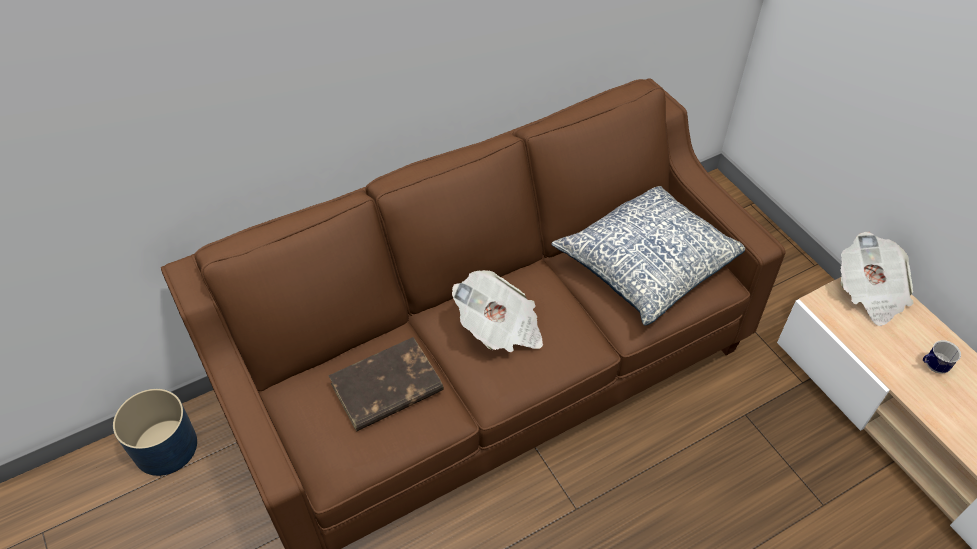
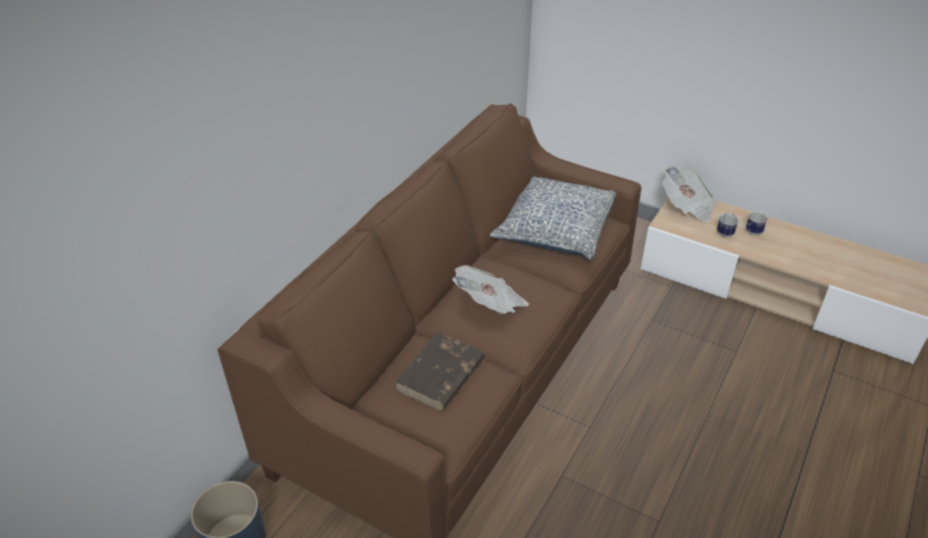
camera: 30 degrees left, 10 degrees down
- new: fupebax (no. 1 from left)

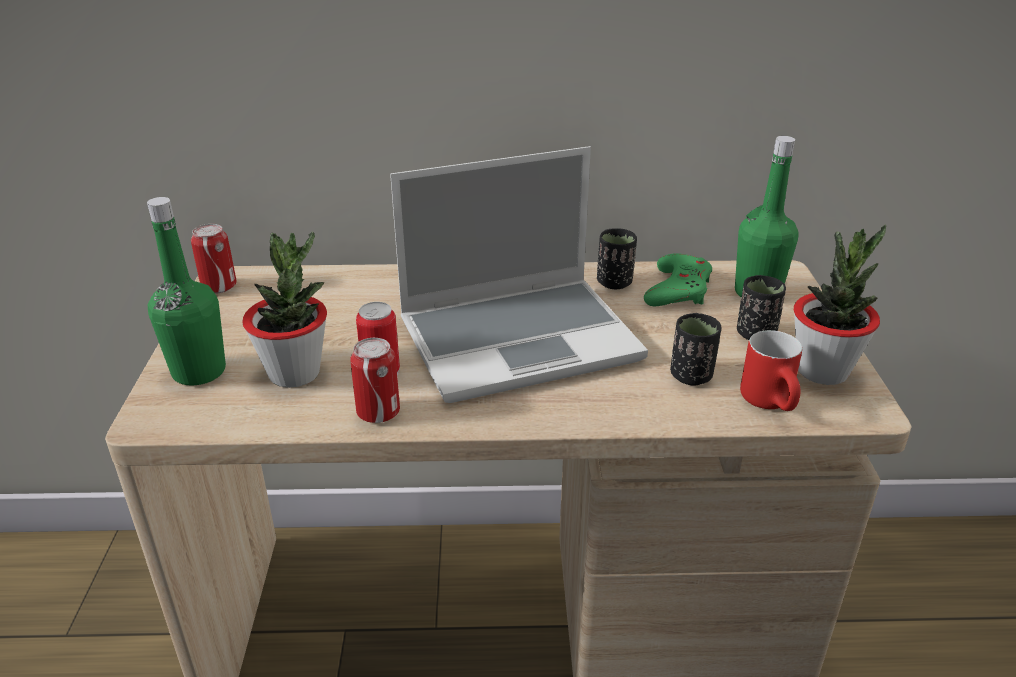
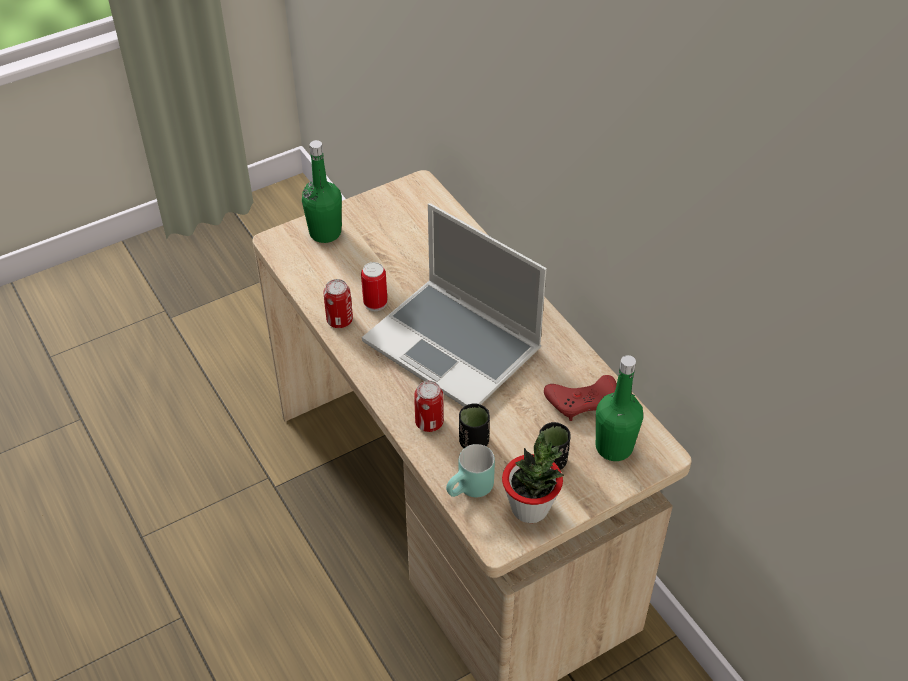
camera: 60 degrees right, 15 degrees up
- shifted: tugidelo (no. 1 from left in the first image) to tugidelo (no. 3 from left)
- repainted: red fupebax to turquoise fupebax
- repainted: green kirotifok to red kirotifok
- gone: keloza (no. 1 from left)
- gone: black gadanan (no. 1 from left)

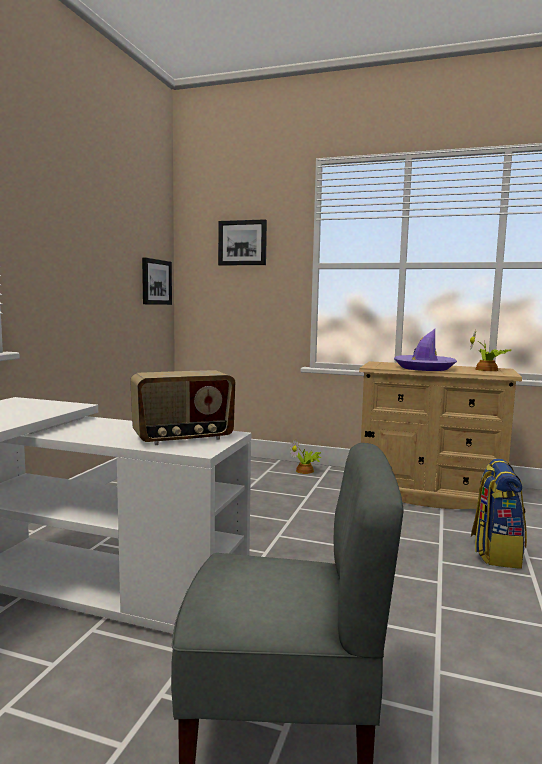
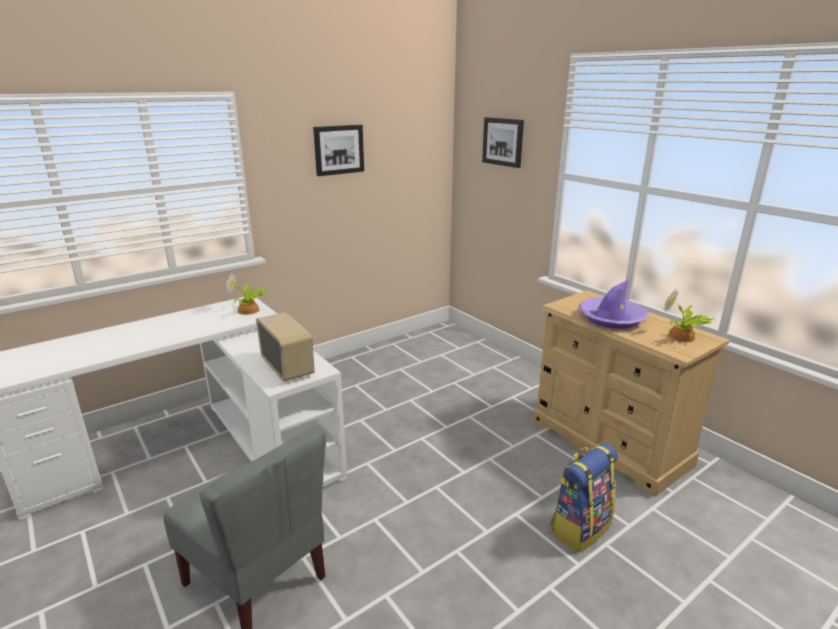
camera: 35 degrees right, 15 degrees up
- shifted: keloza (no. 1 from left)
- rotated: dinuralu 135 degrees counterclockwise
- shifted: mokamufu (no. 1 from left)

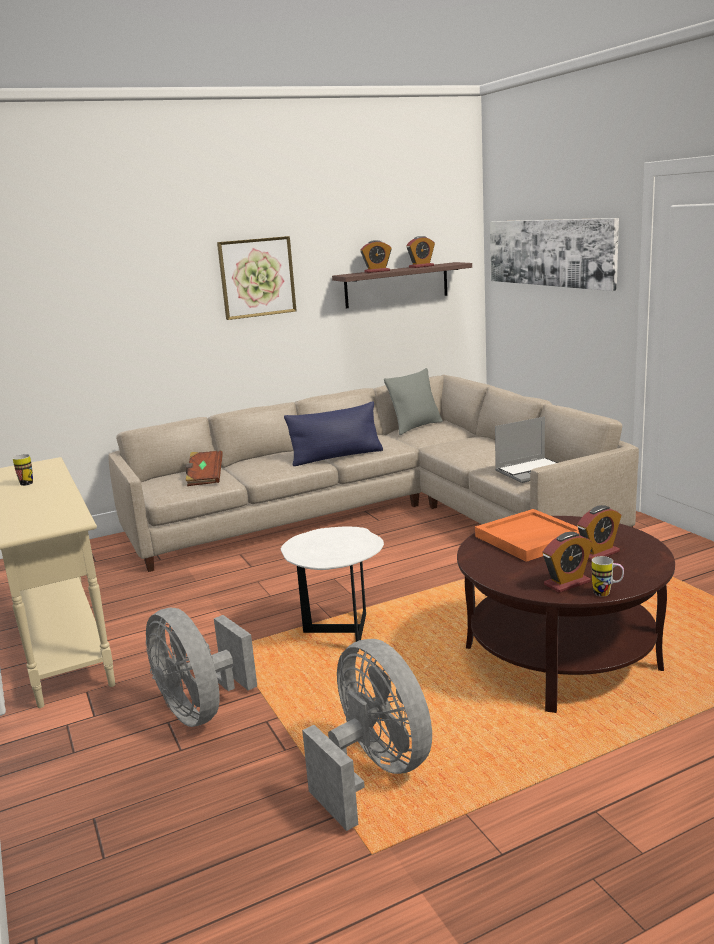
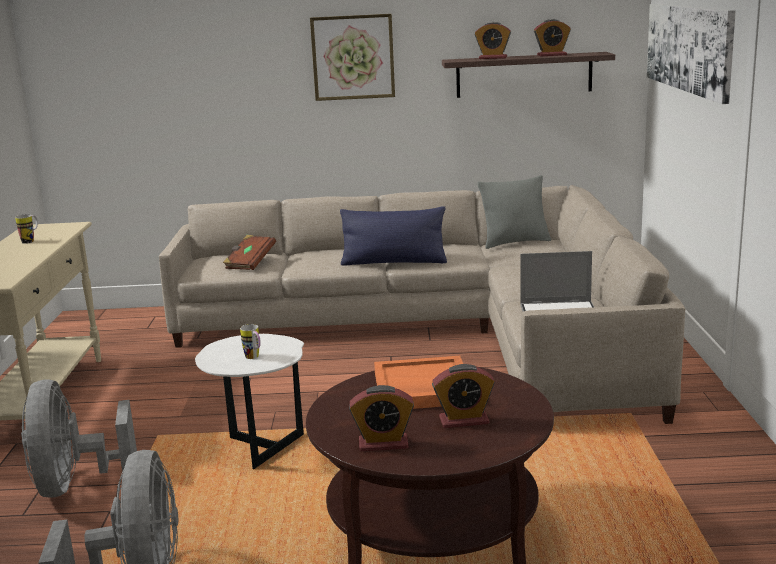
camera: 25 degrees right, 0 degrees up
- shifted: fupebax (no. 2 from left)

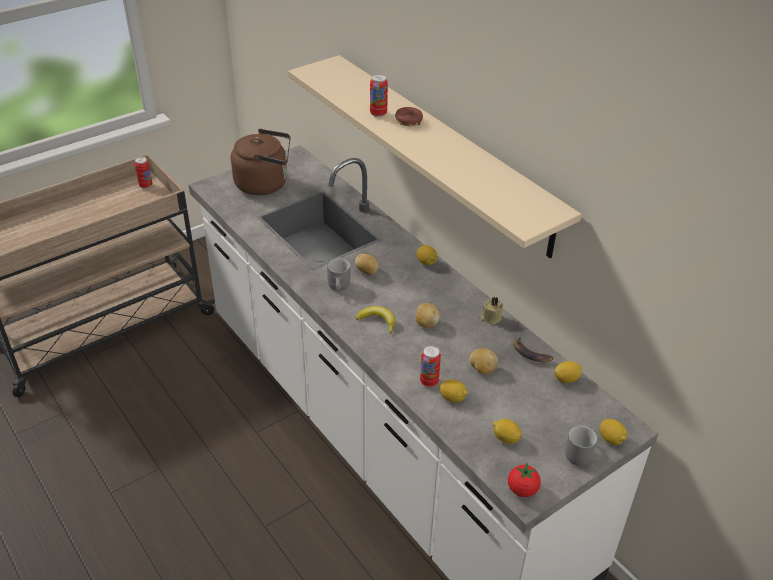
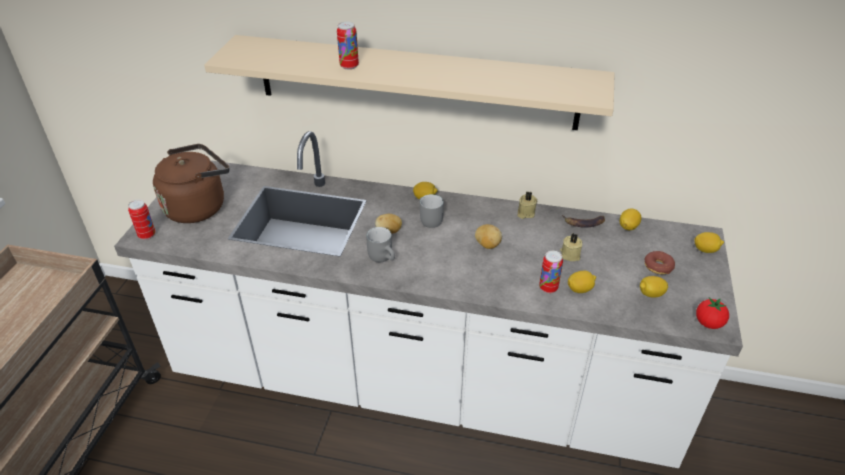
camera: 40 degrees left, 0 degrees up
- shifted: tugidelo (no. 1 from left)
- shifted: grey fupebax (no. 2 from left)
- swapped: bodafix (no. 3 from left) to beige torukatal (no. 2 from left)
- shifted: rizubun
- gone: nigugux (no. 1 from left)

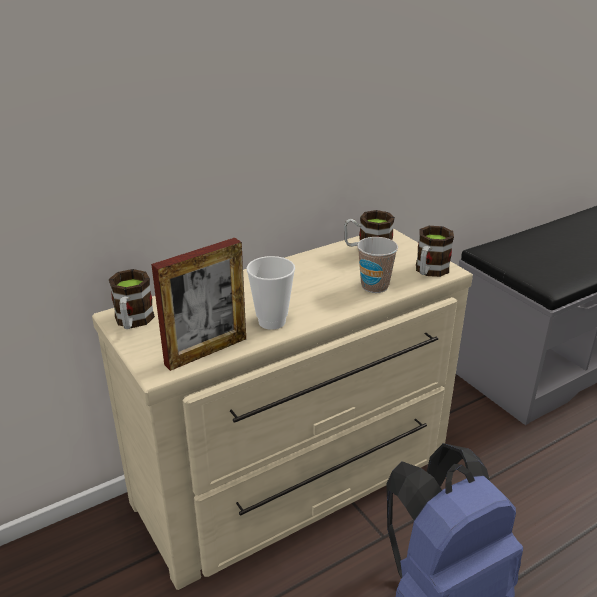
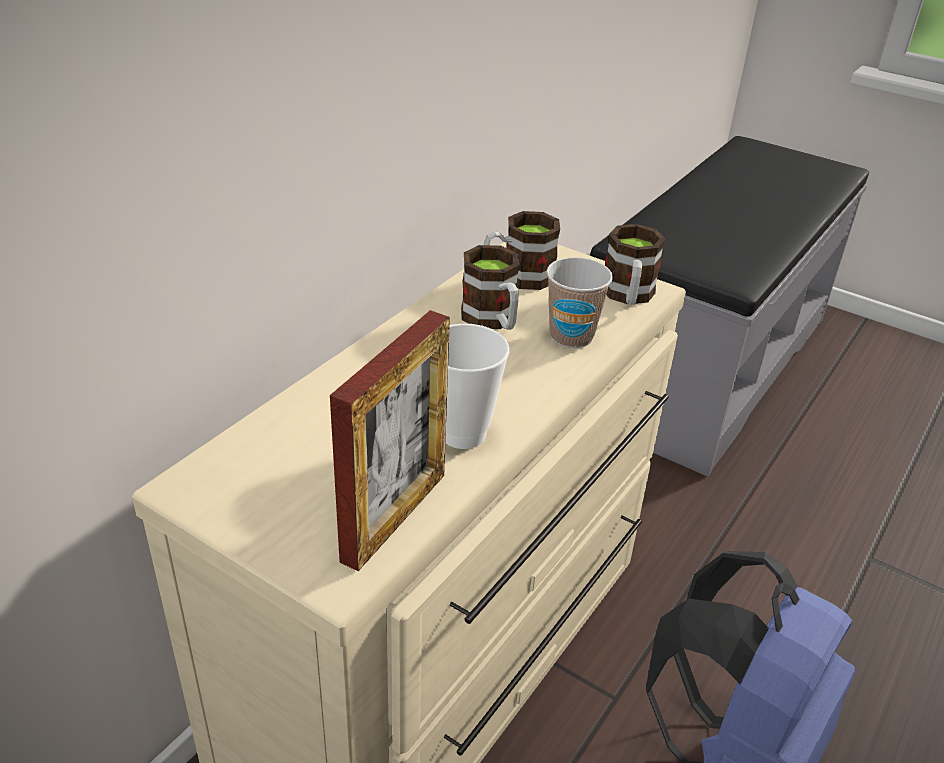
camera: 25 degrees left, 5 degrees up
- shifted: fupebax (no. 1 from left)

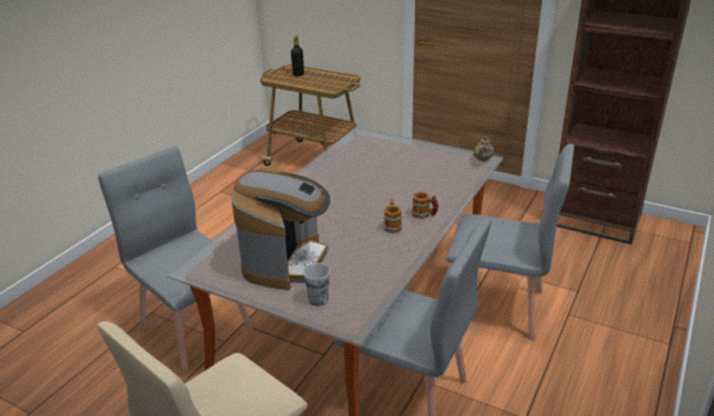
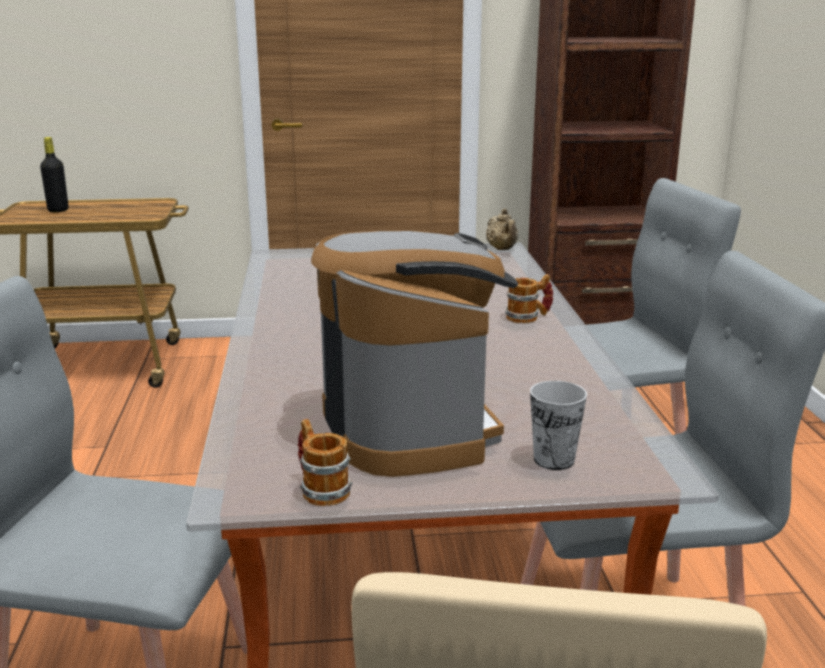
camera: 35 degrees left, 10 degrees down
- shifted: fupebax (no. 1 from left)

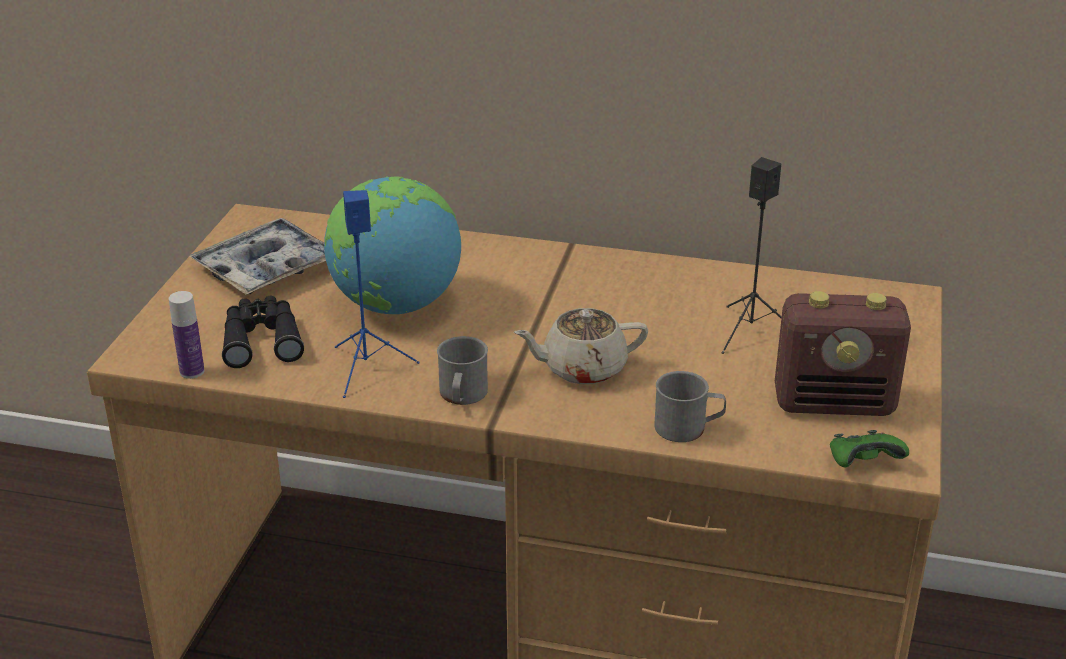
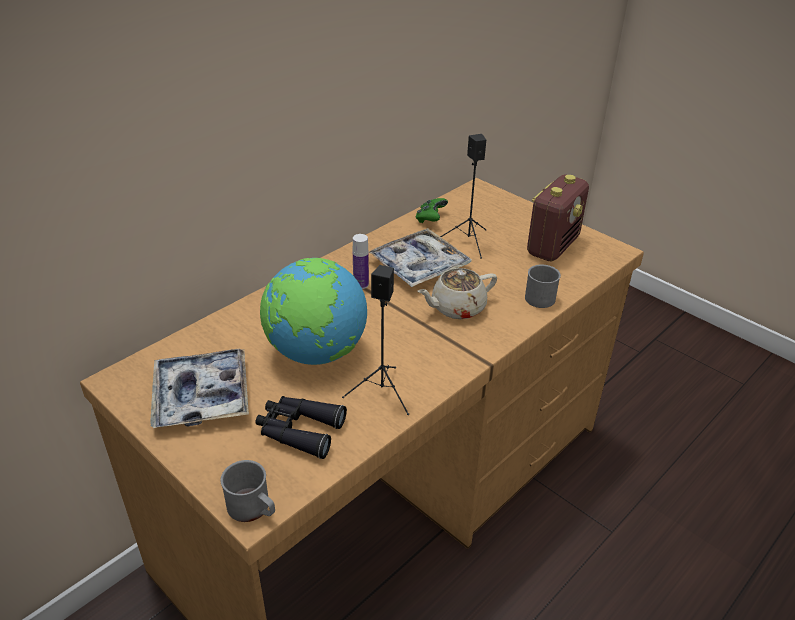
camera: 60 degrees left, 5 degrees up
- shifted: grey fupebax (no. 1 from left)
- repainted: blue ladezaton to black ladezaton (no. 1 from left)
- shifted: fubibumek
- new: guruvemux (no. 2 from left)
- shifted: green kirotifok
- rotated: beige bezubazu 45 degrees clockwise

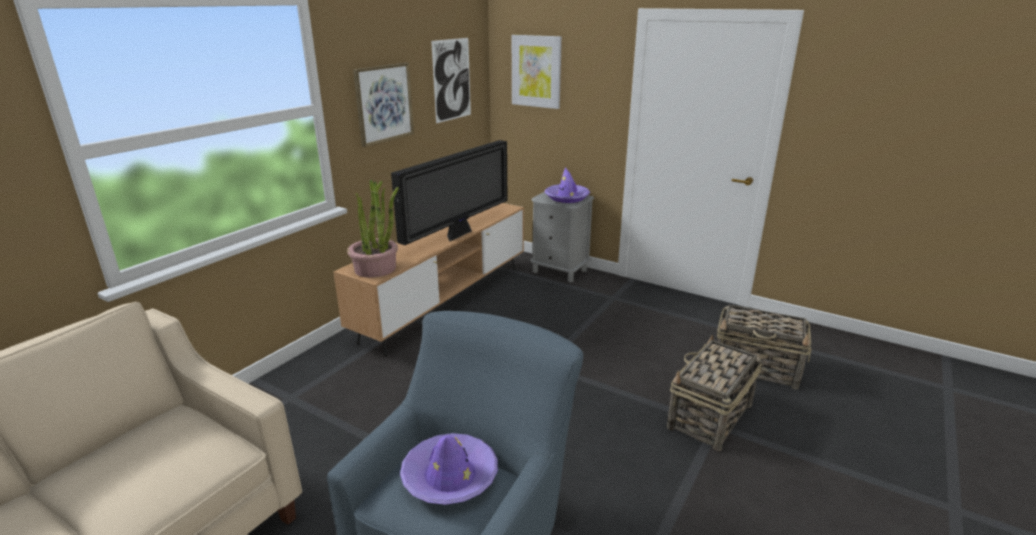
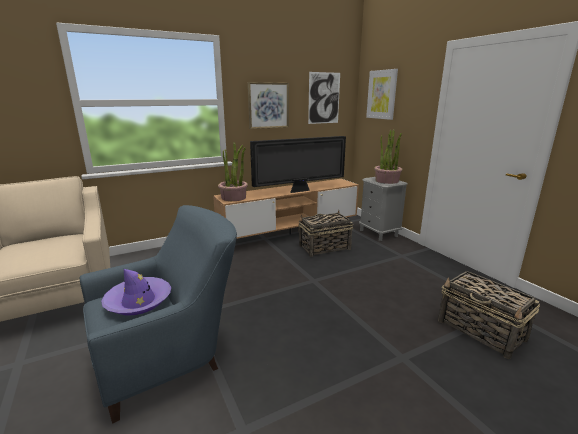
camera: 30 degrees right, 5 degrees down
- shifted: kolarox (no. 1 from left)
- swapped: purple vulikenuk (no. 2 from left) to keloza (no. 2 from left)

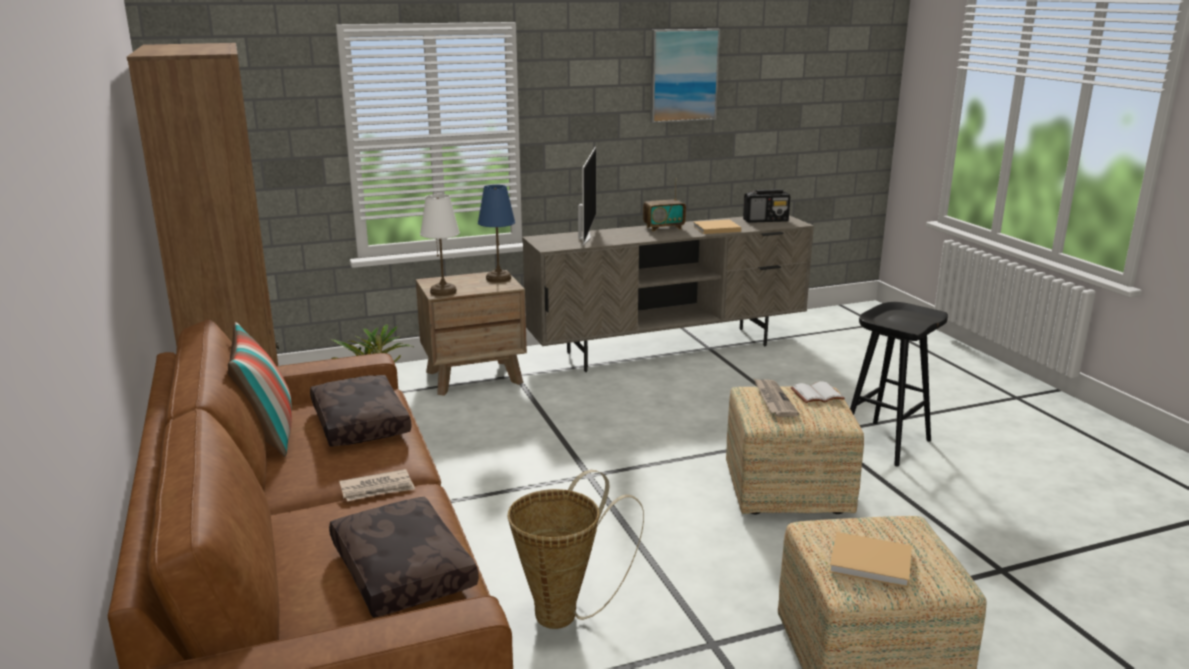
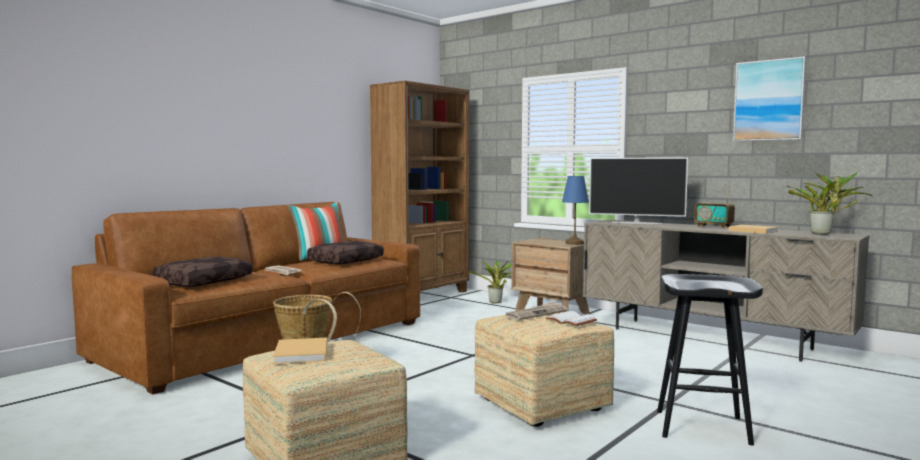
camera: 60 degrees right, 15 degrees down
- rotated: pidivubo 45 degrees clockwise
- swapped: dinuralu (no. 2 from left) to keloza (no. 2 from left)
- gone: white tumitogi

